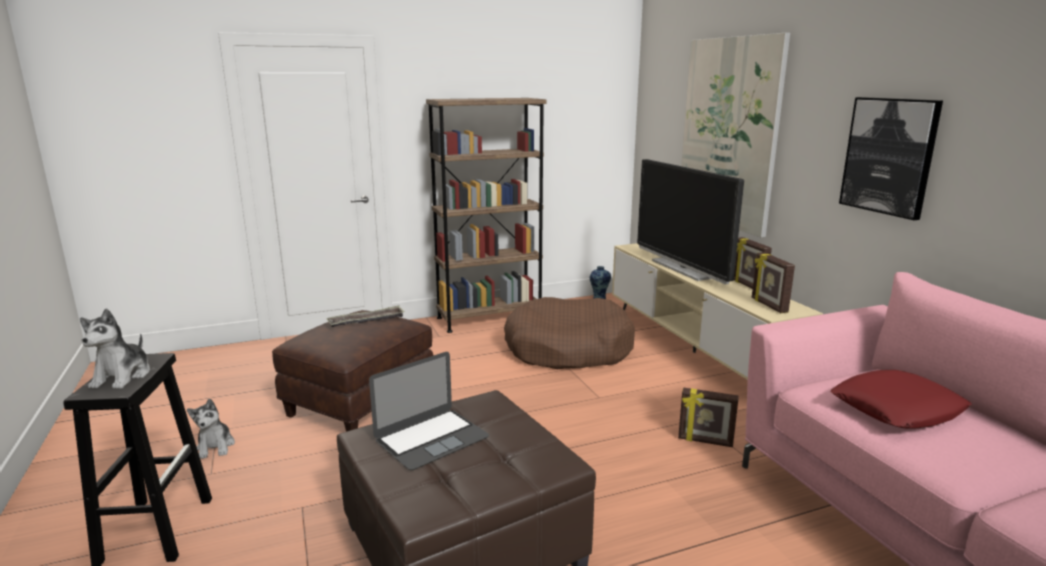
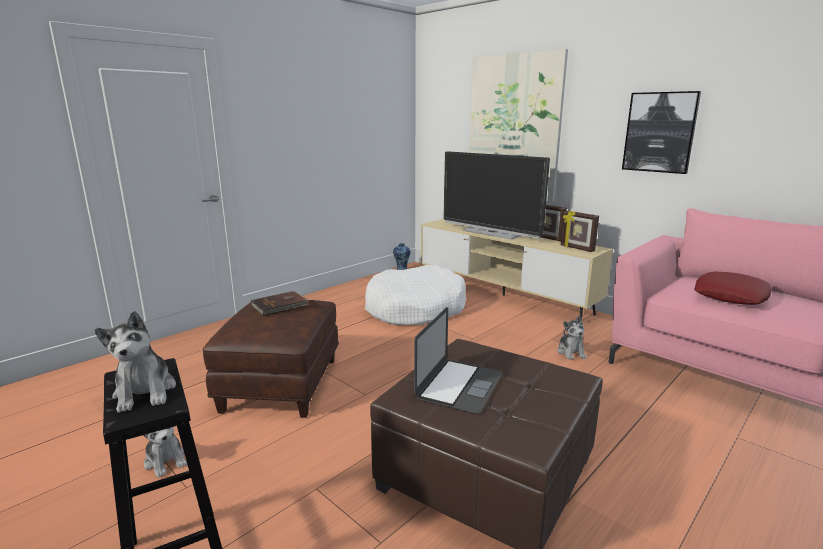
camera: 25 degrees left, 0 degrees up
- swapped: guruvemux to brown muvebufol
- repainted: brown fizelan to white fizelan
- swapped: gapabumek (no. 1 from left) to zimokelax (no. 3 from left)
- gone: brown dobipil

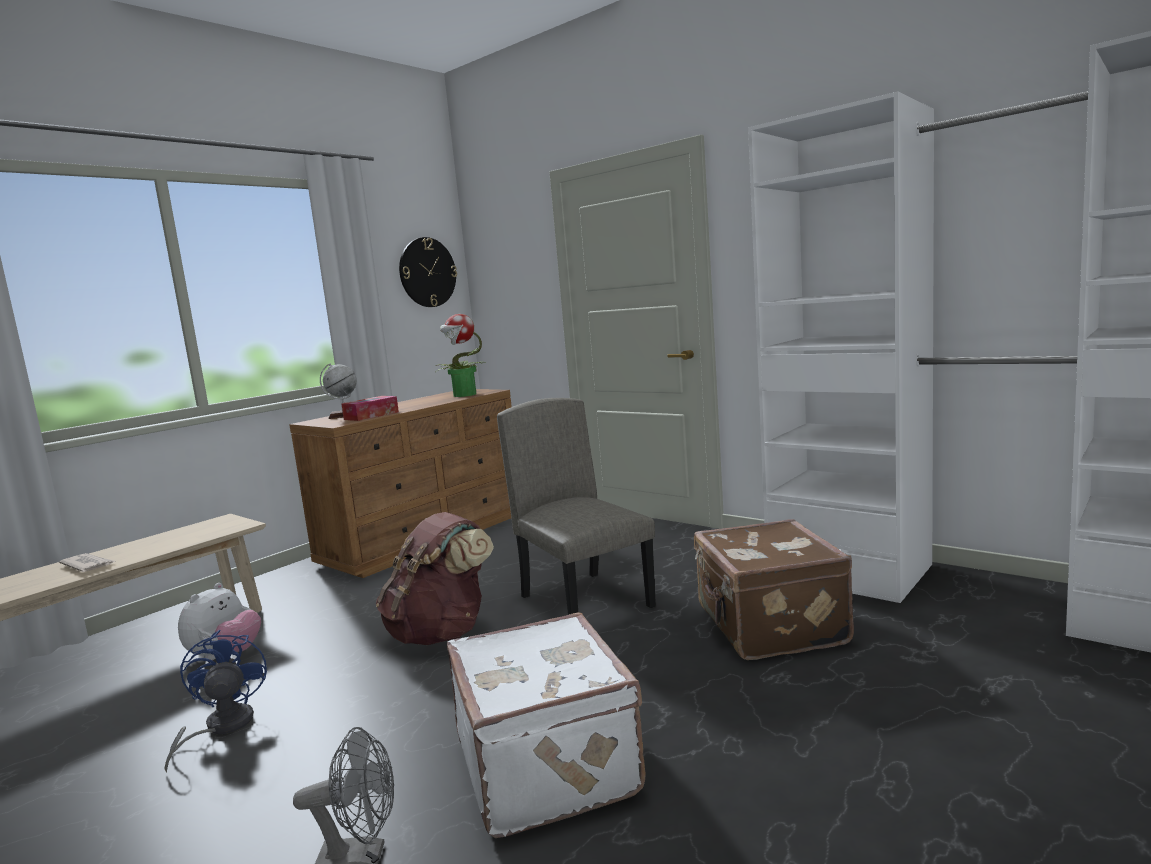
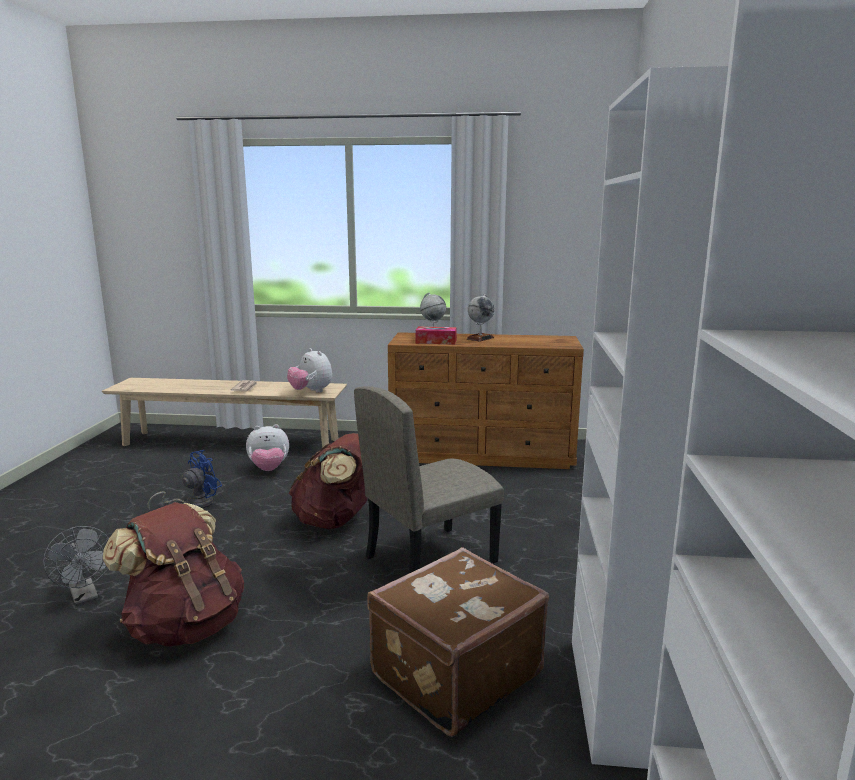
camera: 55 degrees right, 5 degrees up
- swapped: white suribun to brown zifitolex (no. 1 from left)
- new: zimokelax (no. 2 from left)
- rotated: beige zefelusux 150 degrees counterclockwise
- new: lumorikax (no. 2 from left)
- gone: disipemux
- gone: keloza

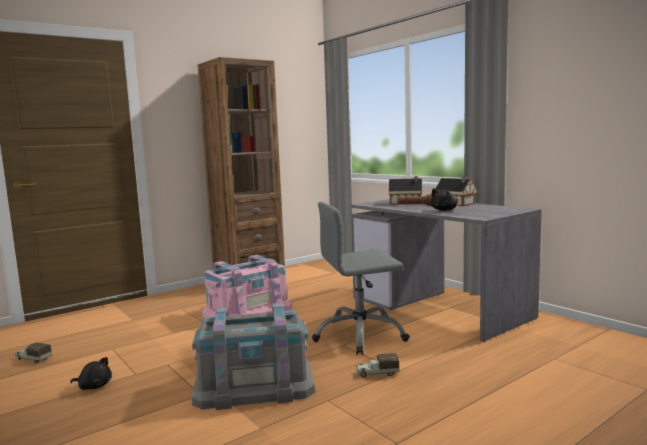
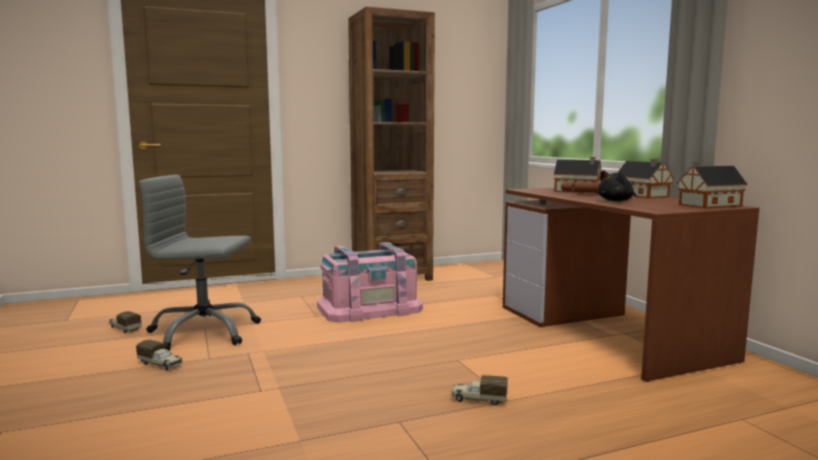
camera: 15 degrees right, 0 degrees up
- swapped: black zimokelax (no. 1 from left) to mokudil (no. 2 from left)
- shifted: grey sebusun
- repainted: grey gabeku to brown gabeku
- new: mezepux (no. 3 from left)
- gone: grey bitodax

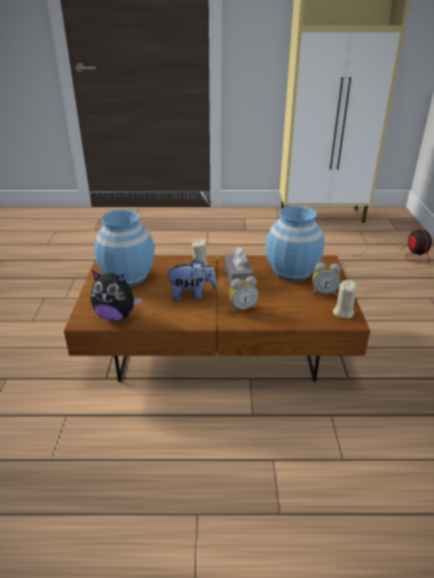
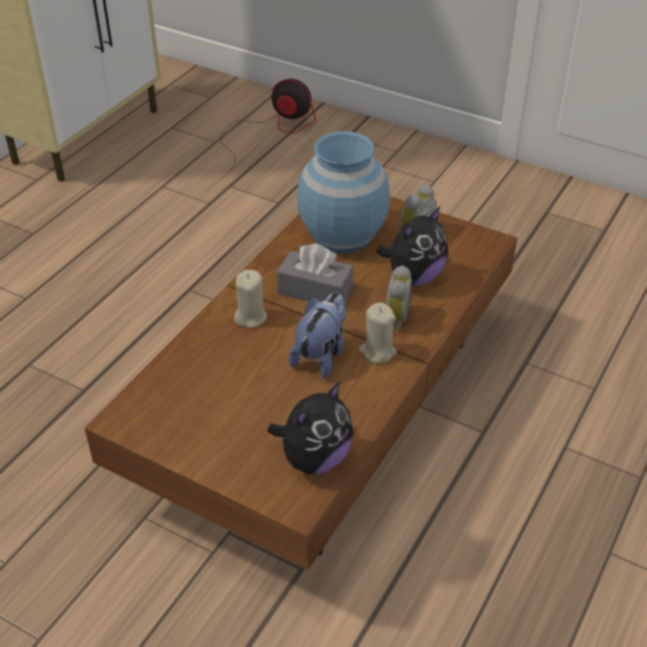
camera: 60 degrees left, 10 degrees up
- shifted: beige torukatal (no. 2 from left)
- new: zimokelax (no. 3 from left)
- gone: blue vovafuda (no. 1 from left)

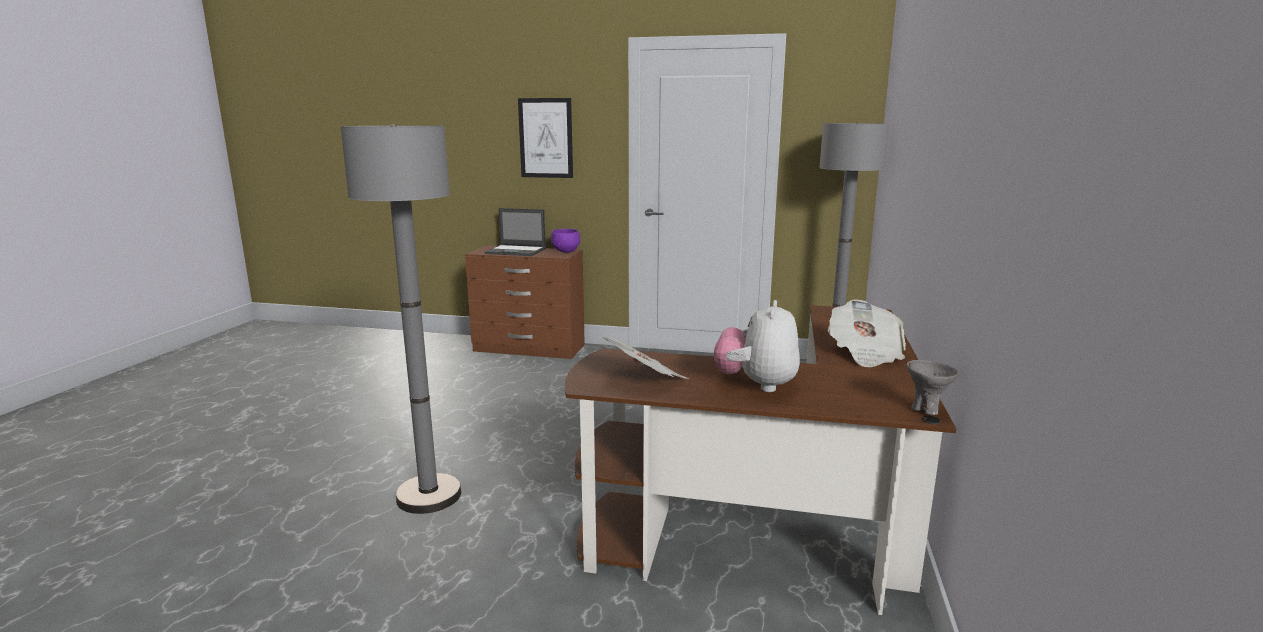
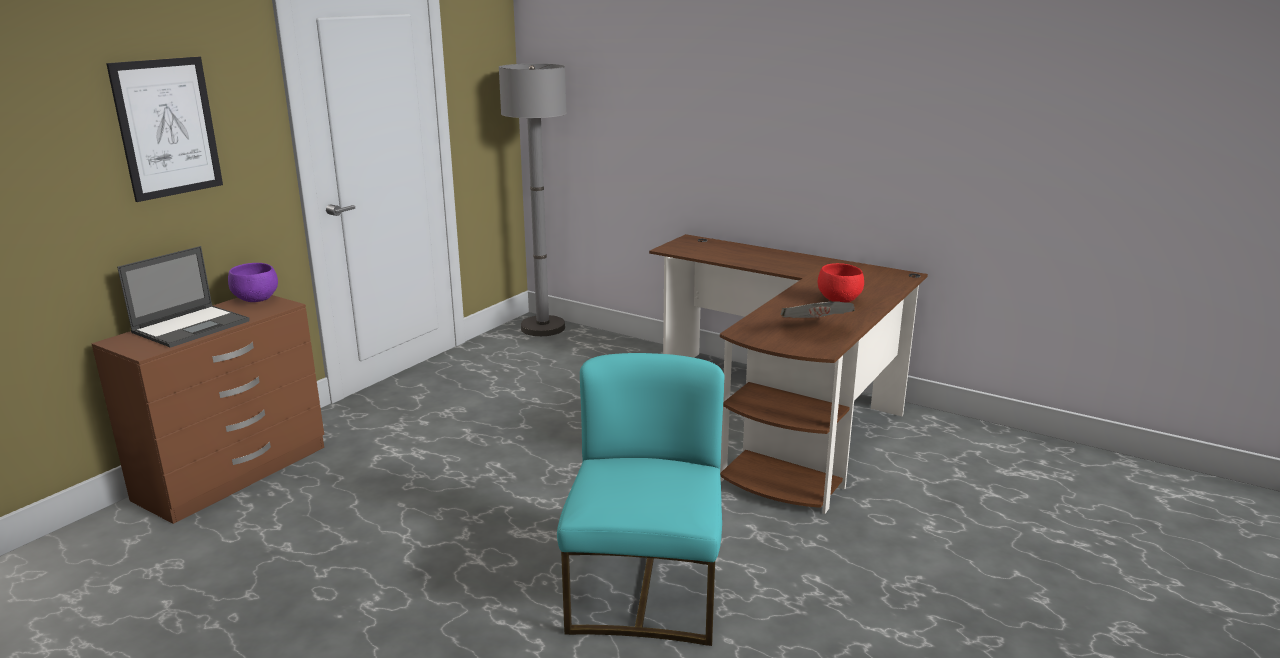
camera: 70 degrees left, 5 degrees up
- swapped: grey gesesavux (no. 1 from left) to turquoise zefelusux
- swapped: zimokelax to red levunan
- gone: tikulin (no. 2 from left)
- gone: grey levunan

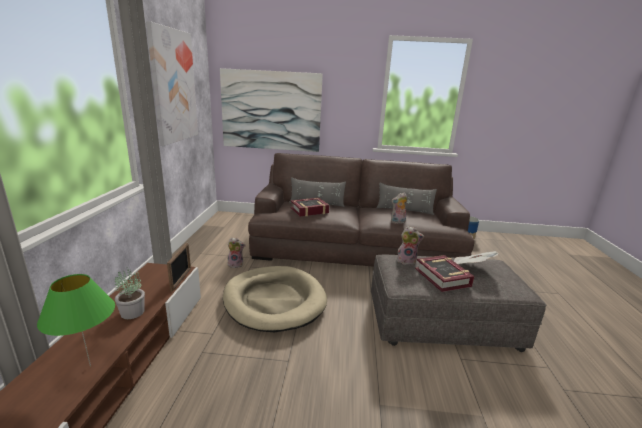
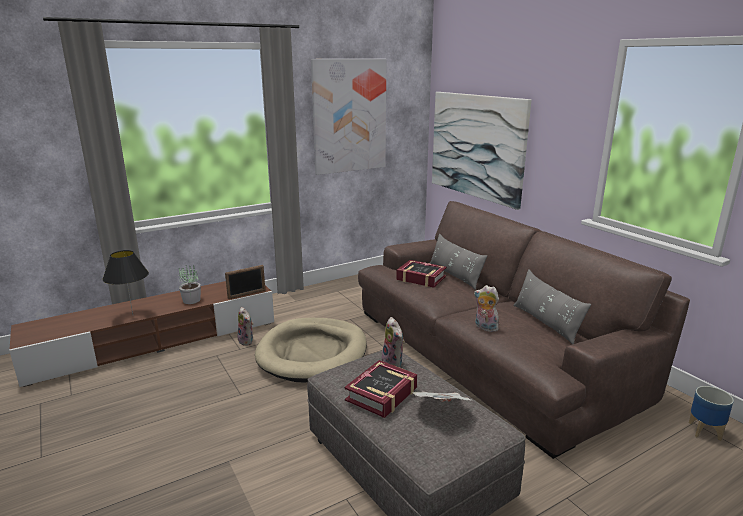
camera: 55 degrees right, 0 degrees up
- repainted: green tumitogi to black tumitogi
- shifted: zimokelax (no. 1 from left)

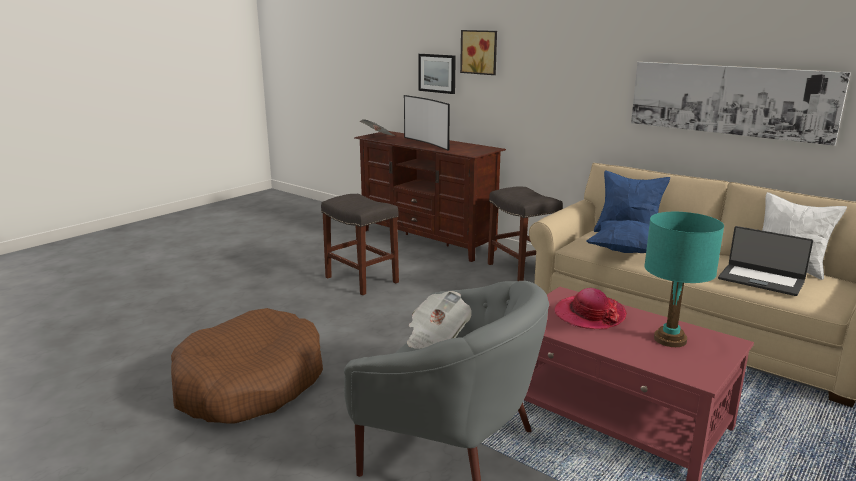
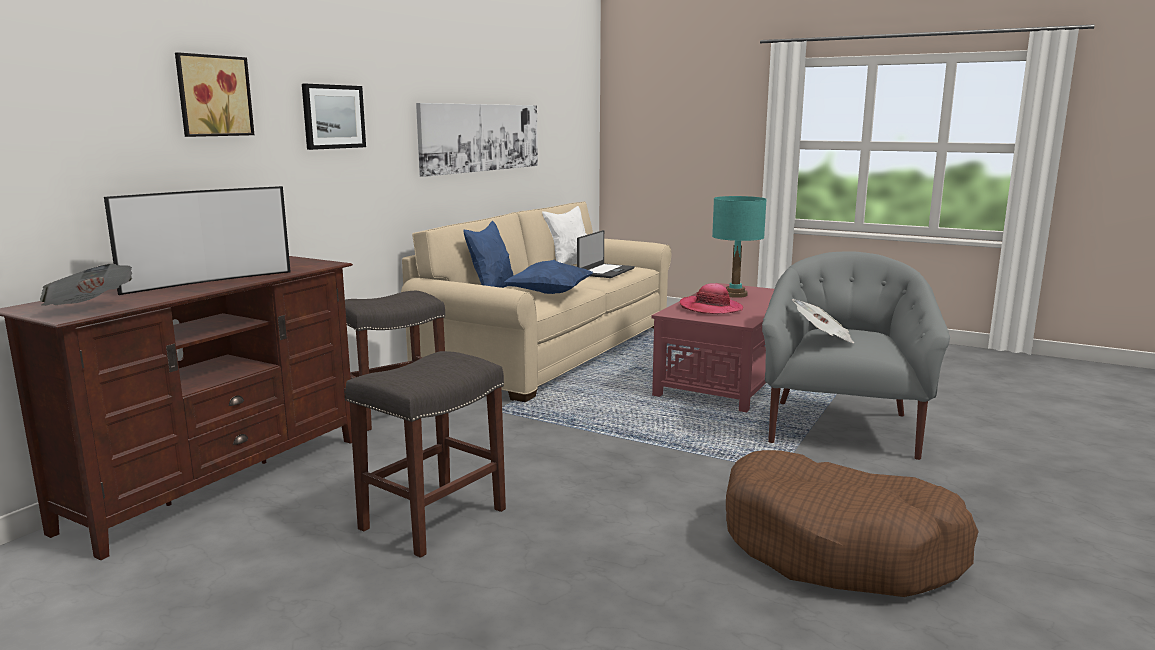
camera: 100 degrees left, 5 degrees down
- shifted: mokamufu (no. 1 from left in the first image) to mokamufu (no. 2 from left)

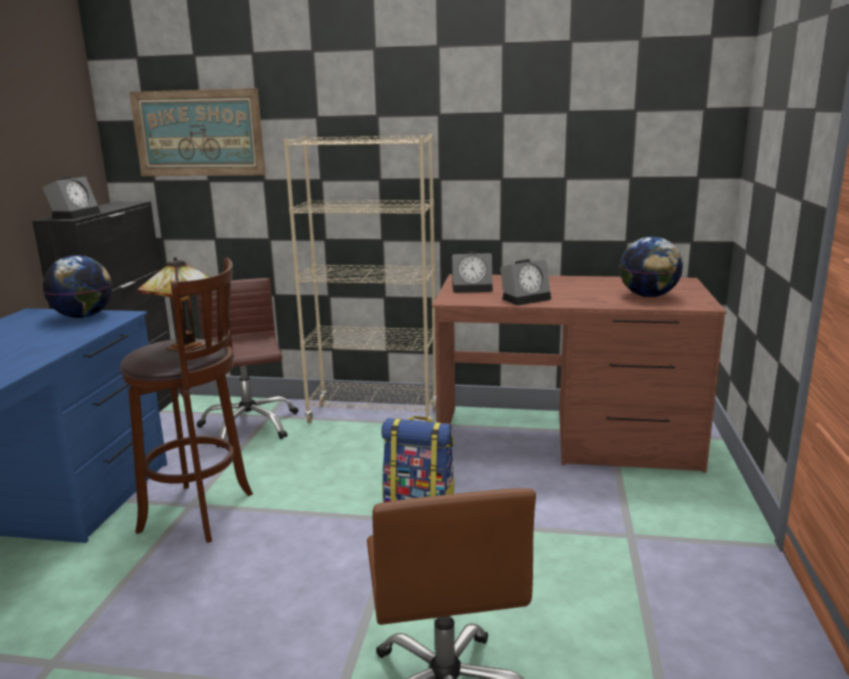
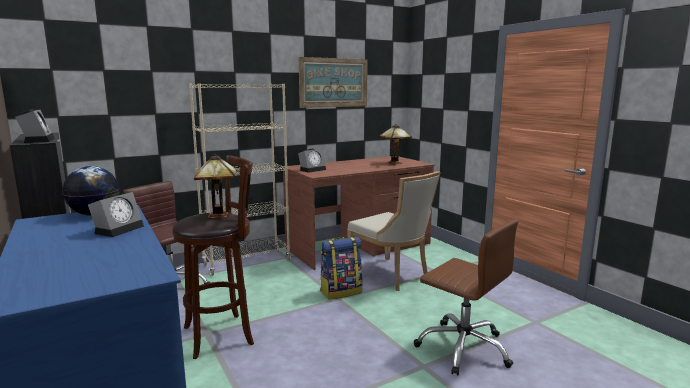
camera: 40 degrees left, 5 degrees down
- shifted: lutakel (no. 3 from left in the first image) to lutakel (no. 2 from left)
- shifted: mokamufu
- new: beige zefelusux
- swapped: lumorikax (no. 2 from left) to tumitogi (no. 2 from left)

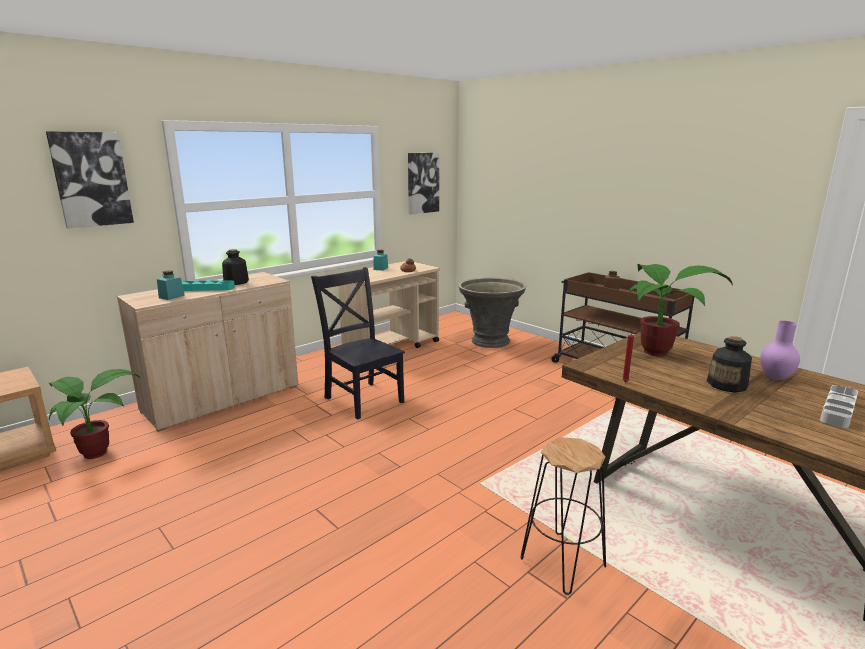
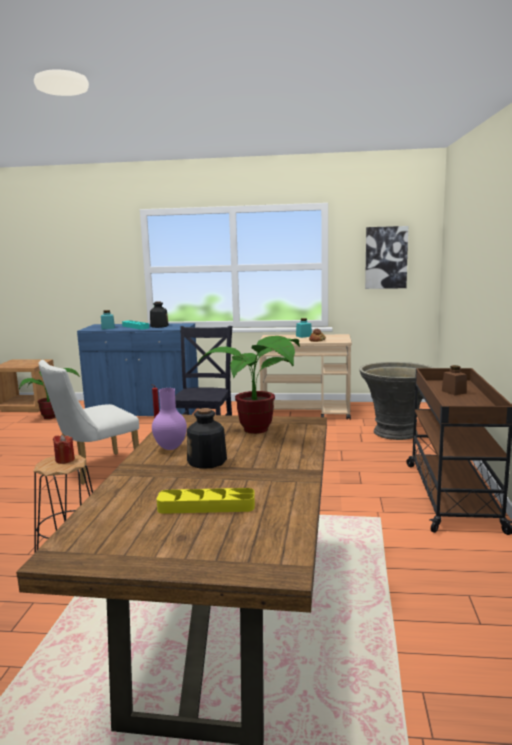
camera: 50 degrees right, 5 degrees down
- new: white zefelusux
- new: red torukatal (no. 1 from left)
- repainted: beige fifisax to blue fifisax
- shifted: purple vovafuda
- repainted: grey guruvemux to yellow guruvemux
- gone: mokamufu (no. 1 from left)

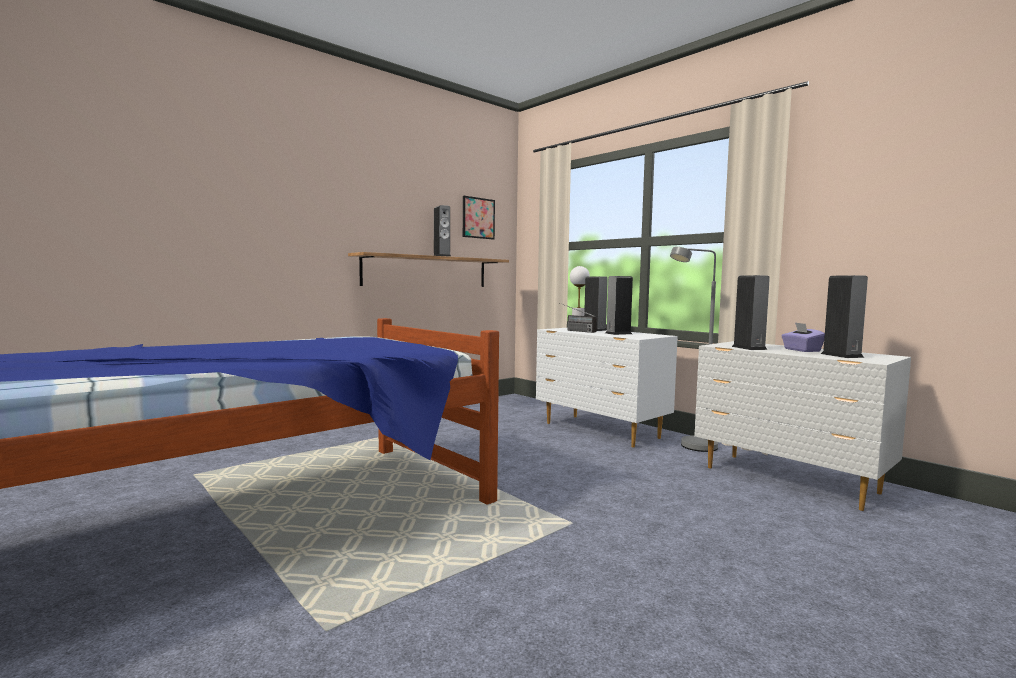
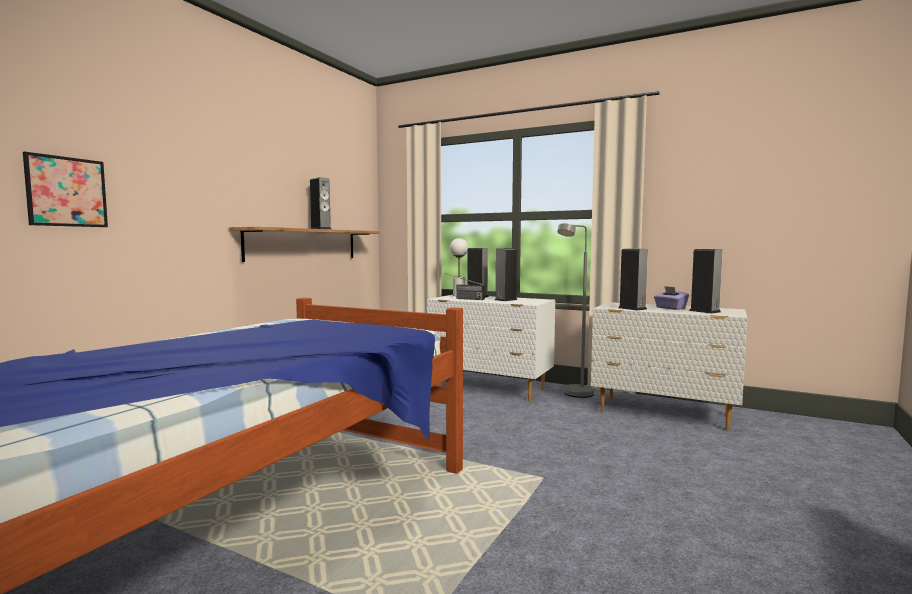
camera: 20 degrees left, 0 degrees up
- shifted: mokamufu

